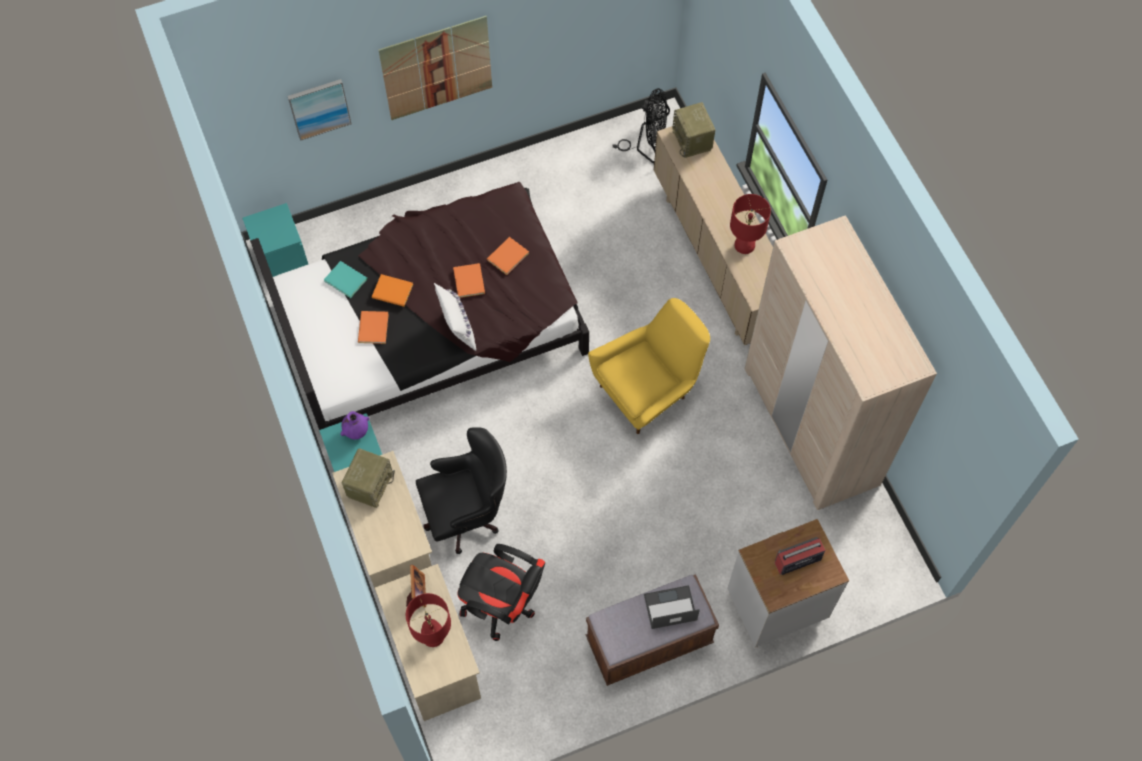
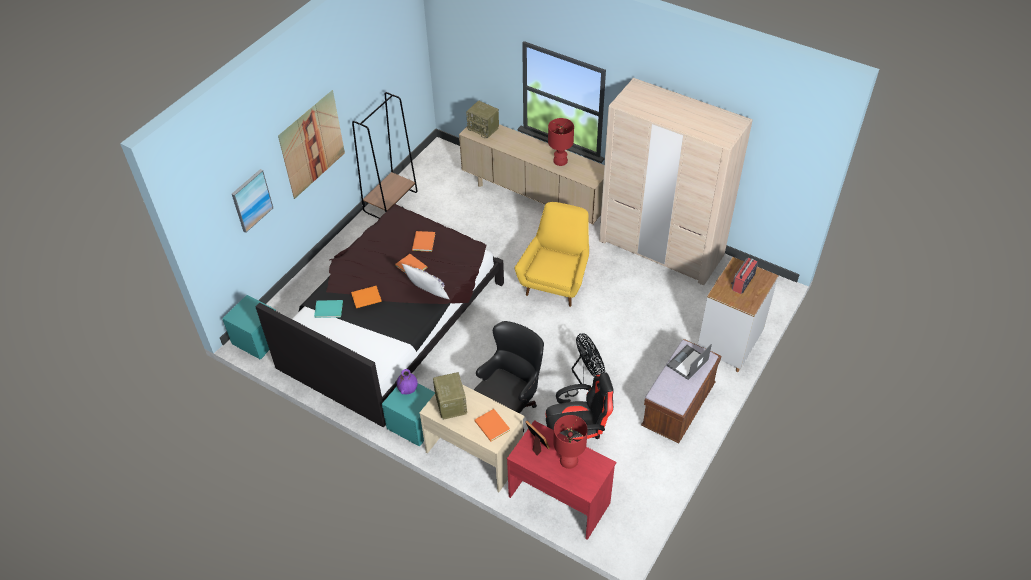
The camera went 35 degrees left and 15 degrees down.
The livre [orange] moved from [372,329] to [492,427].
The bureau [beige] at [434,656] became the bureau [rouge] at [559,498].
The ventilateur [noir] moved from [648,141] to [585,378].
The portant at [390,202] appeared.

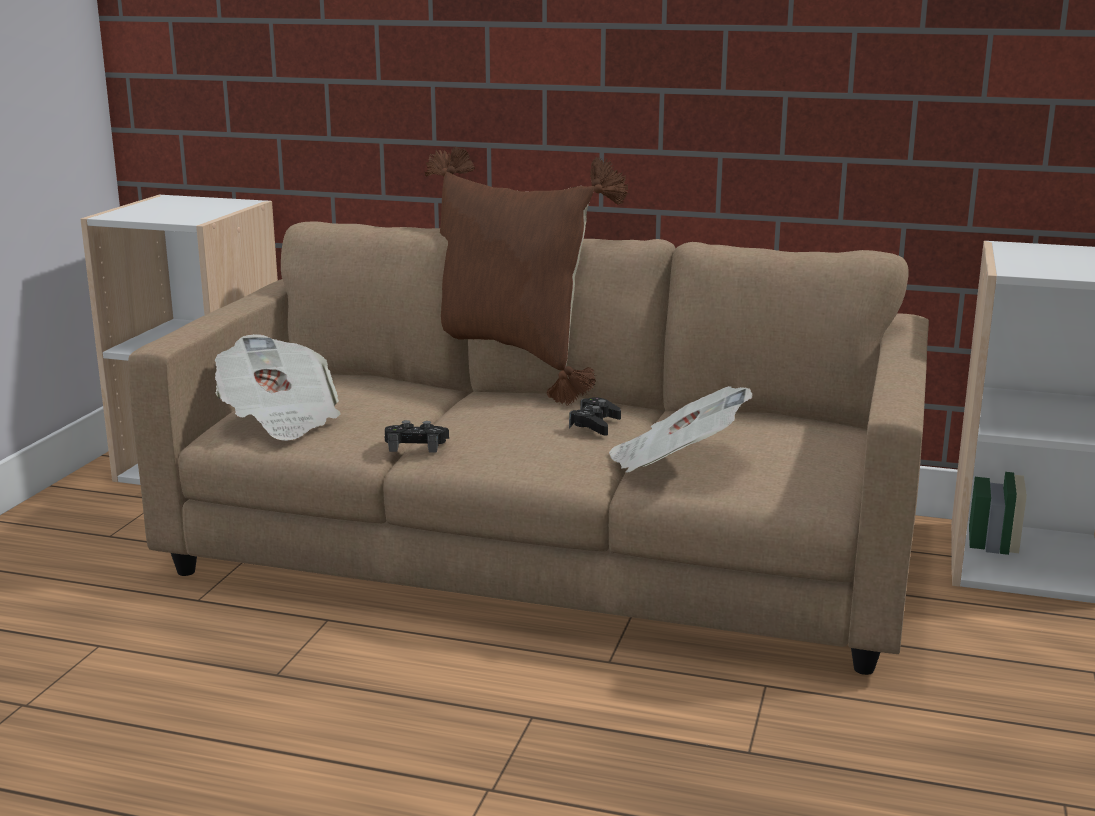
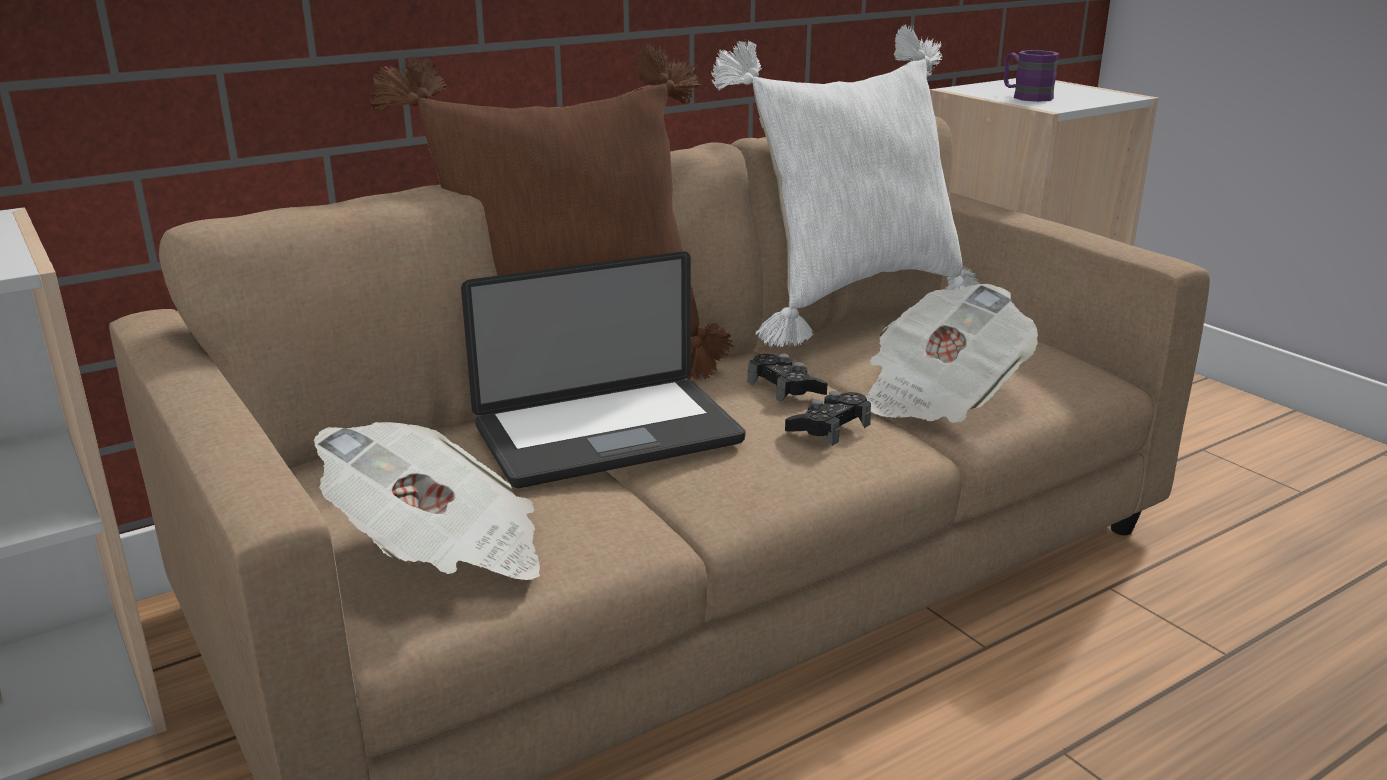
The camera went 50 degrees left and 5 degrees up.
The manette [noir] moved from [416,445] to [829,427].
The ordinateur portable at [608,435] appeared.
The coussin [blanc] at [845,320] appeared.
The mug [violet] at [1025,96] appeared.

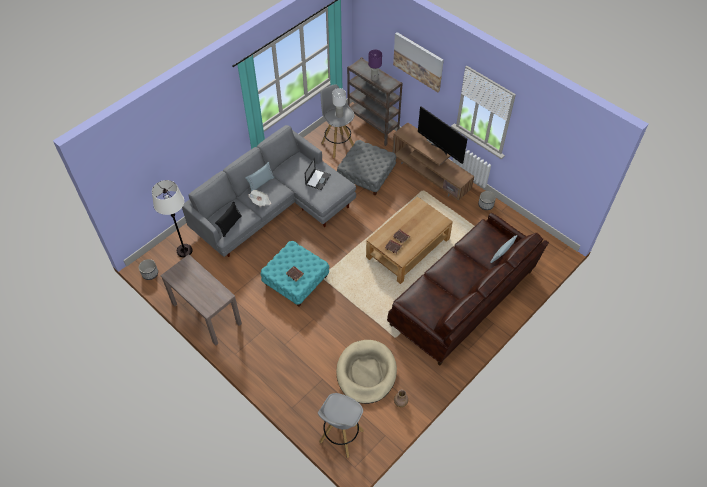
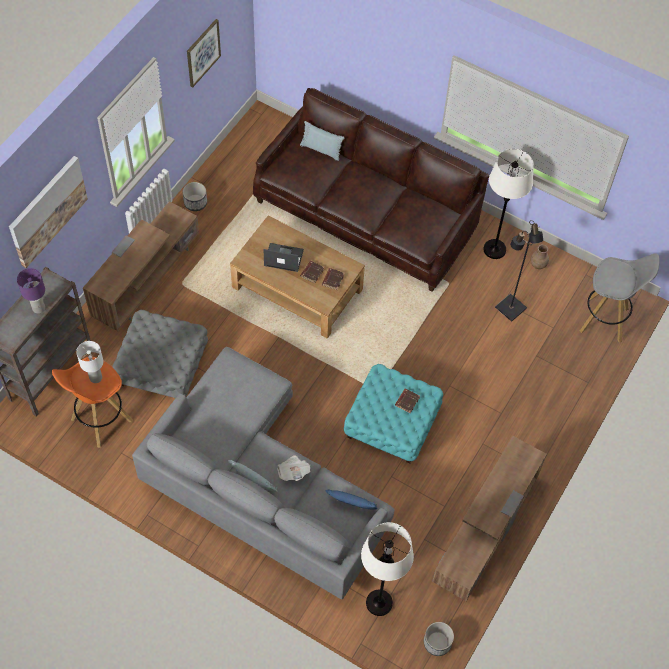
The camera went 105 degrees left and 5 degrees up.
The table console [marron] at [206,313] was replaced by the meuble télé [marron] at [484,532].
The coussin [noir] at [230,225] became the coussin [bleu] at [351,506].
The ordinateur portable moved from [318,179] to [283,257].
The tabouret [gris] at [338,145] became the tabouret [orange] at [100,420].
The panier pour chien [beige] at [366,373] was replaced by the lampadaire [noir] at [510,307].
The téléviseur at [440,149] disappeared.
The tableau at [203,52] appeared.
The lampadaire [blanc] at [495,249] appeared.

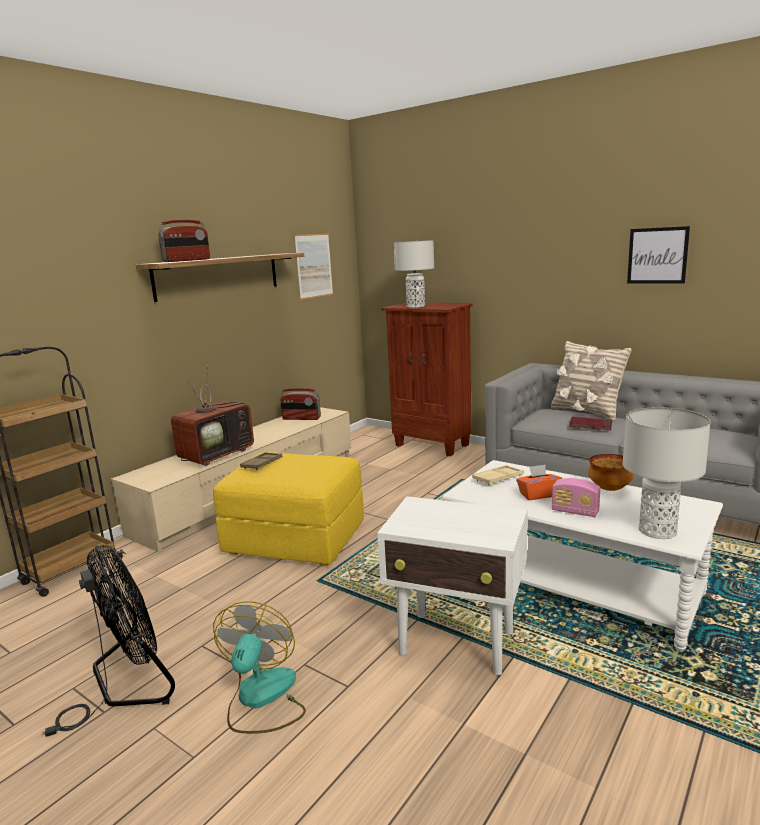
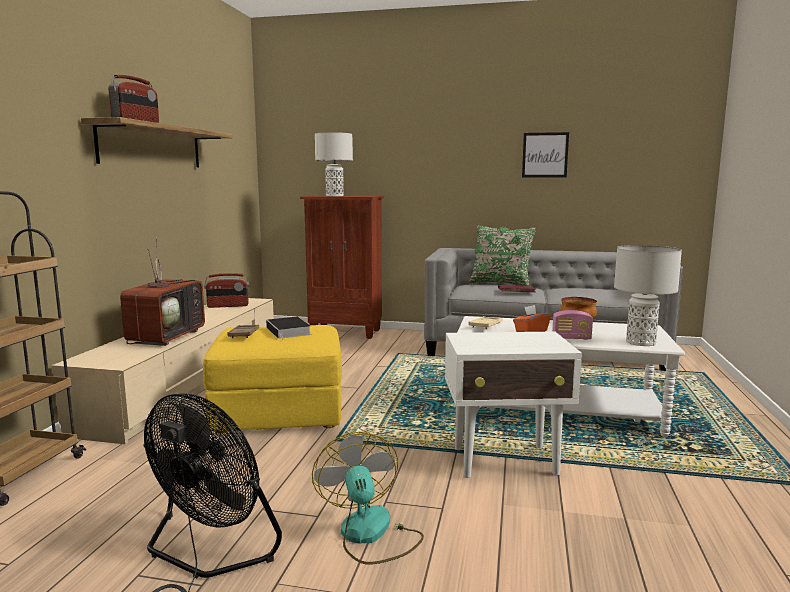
The camera went 25 degrees left and 5 degrees down.
The tableau at [314,266] disappeared.
The coussin [beige] at [586,412] became the coussin [vert] at [500,284].
The livre at [289,331] appeared.

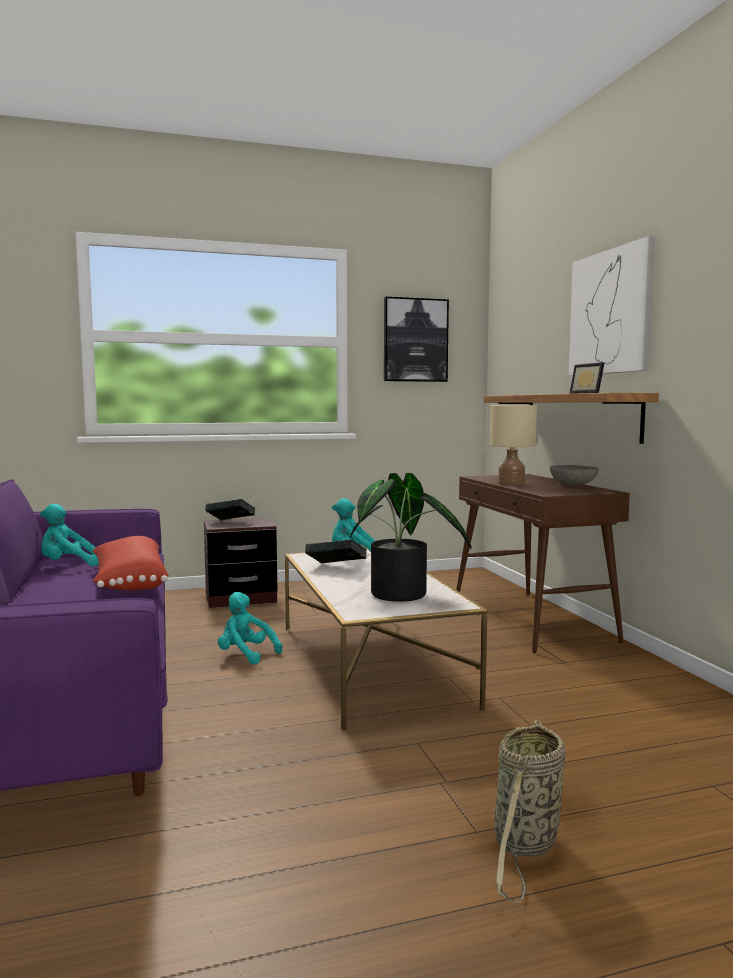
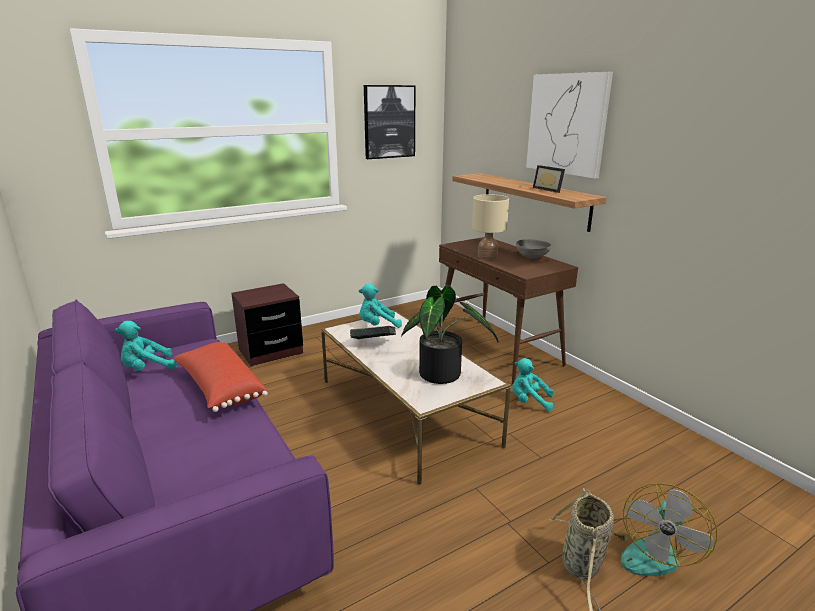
The camera went 15 degrees left and 15 degrees up.
The livre at [231,523] disappeared.
The peluche [turquoise] moved from [245,655] to [529,401].
The ventilateur at [651,550] appeared.

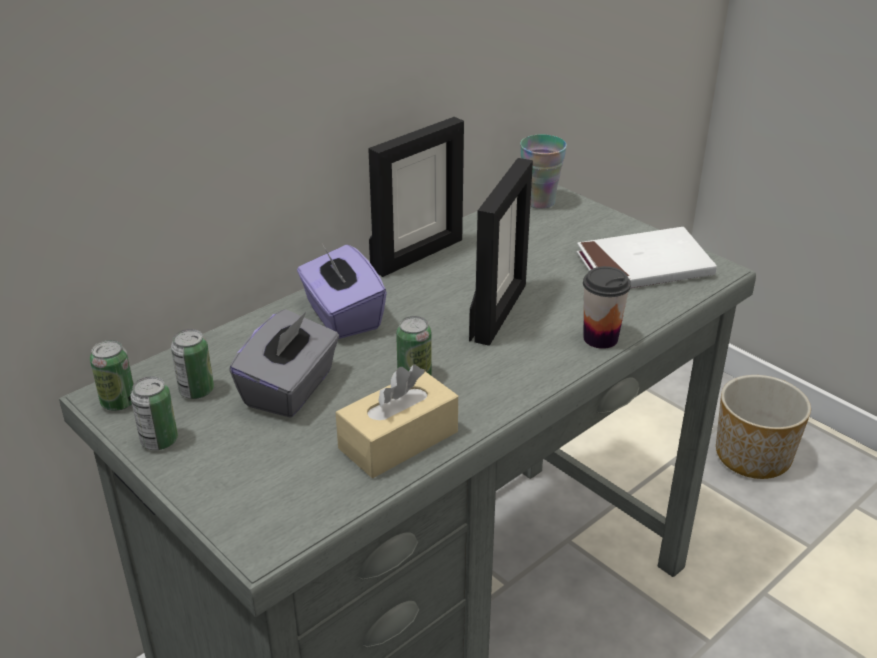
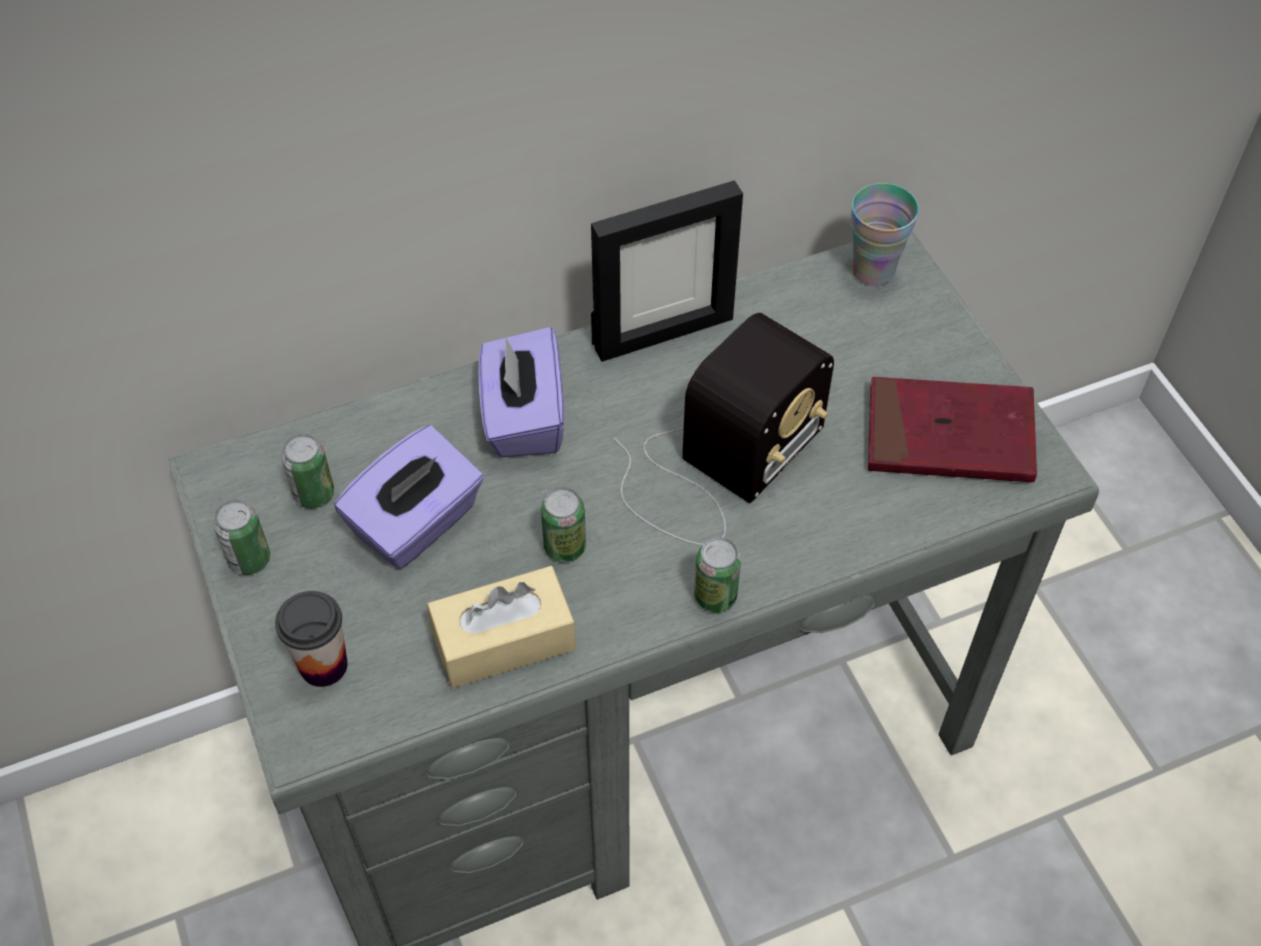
The camera went 20 degrees right and 20 degrees up.
The boîte métallique moved from [118,402] to [715,596].
The boîte à mouchoirs [gris] at [290,389] became the boîte à mouchoirs [violet] at [417,523].
The cadre photo at [498,312] was replaced by the radio at [716,466].
The livre [blanc] at [644,266] became the livre [rouge] at [949,436].
The tasse moved from [600,338] to [323,665].
The cache-pot at [752,455] disappeared.

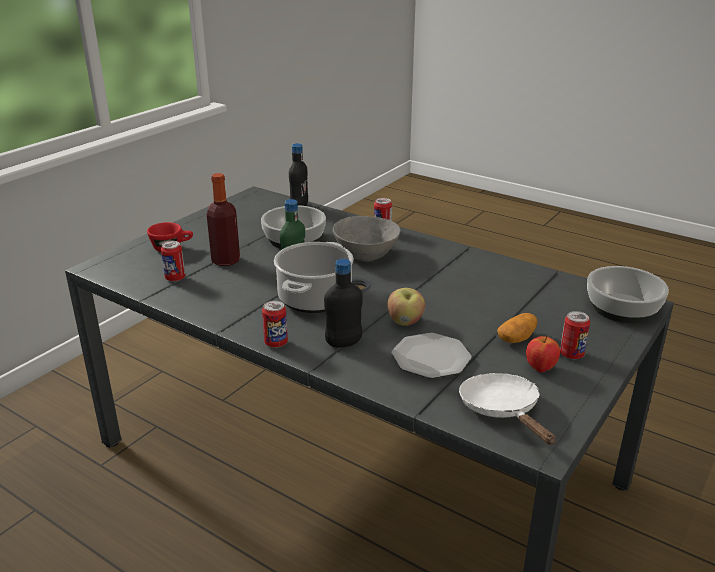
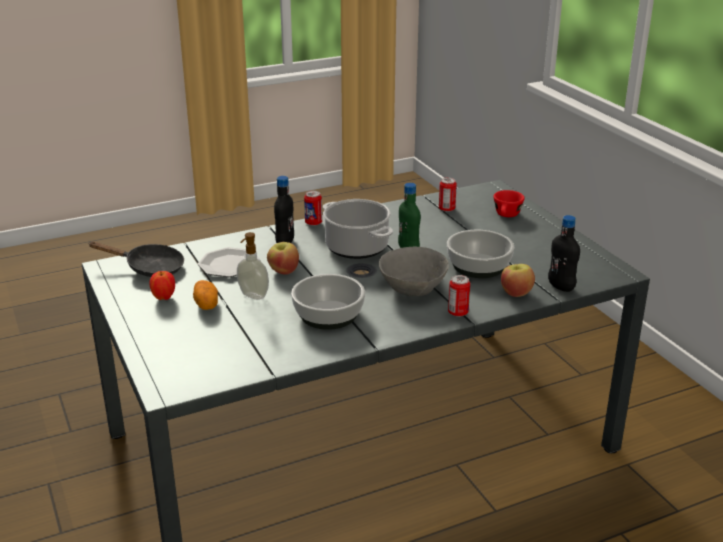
The camera went 120 degrees right and 0 degrees up.
The bouteille at [226,260] disappeared.
The poêle [blanc] at [502,410] became the poêle [noir] at [149,268].
The boîte métallique at [571,354] disappeared.
The bol moved from [622,307] to [329,315].
The distributeur de savon at [253,296] appeared.
The pomme at [516,293] appeared.

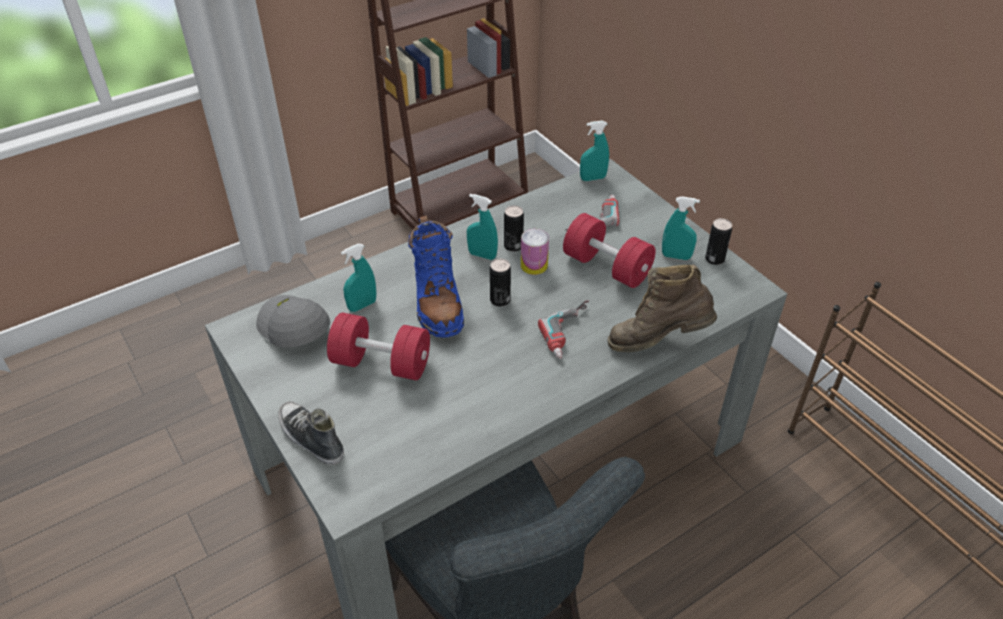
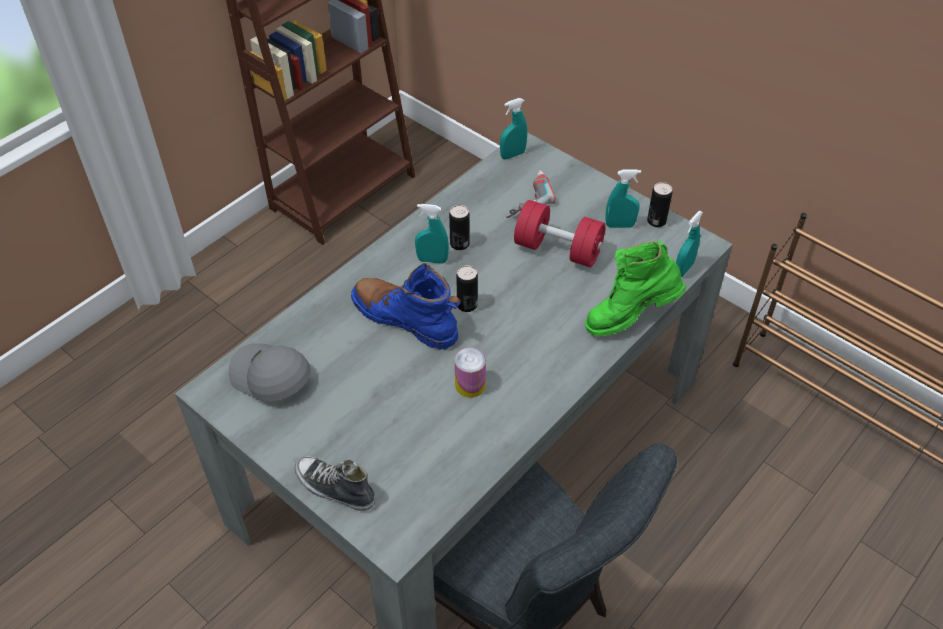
The camera went 15 degrees left and 5 degrees up.
The haltère [rouge] at [381,363] disappeared.
The vaporisateur [turquoise] moved from [362,305] to [683,269].
The botte [bleu] at [437,302] turned 150 degrees clockwise.
The boîte métallique moved from [534,265] to [470,385].
The perceuse at [572,333] disappeared.
The botte [marron] at [657,341] became the botte [vert] at [630,317].

